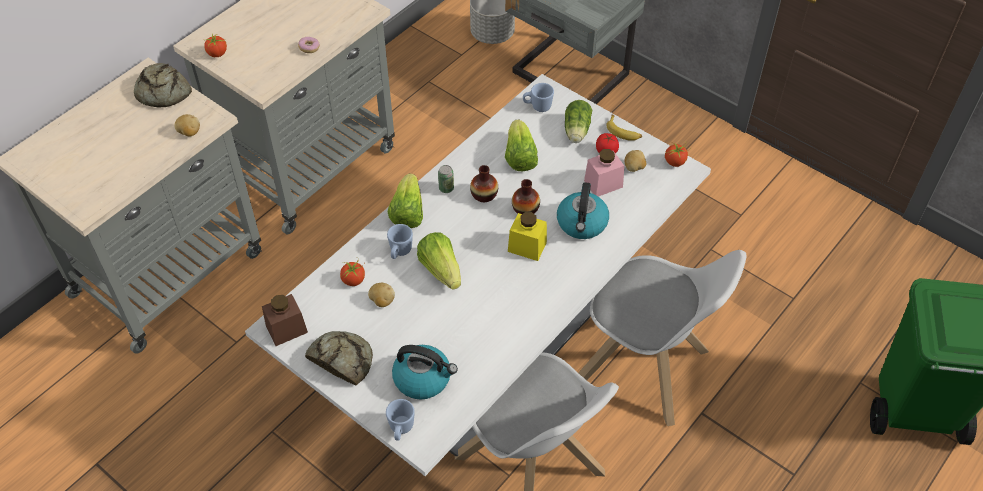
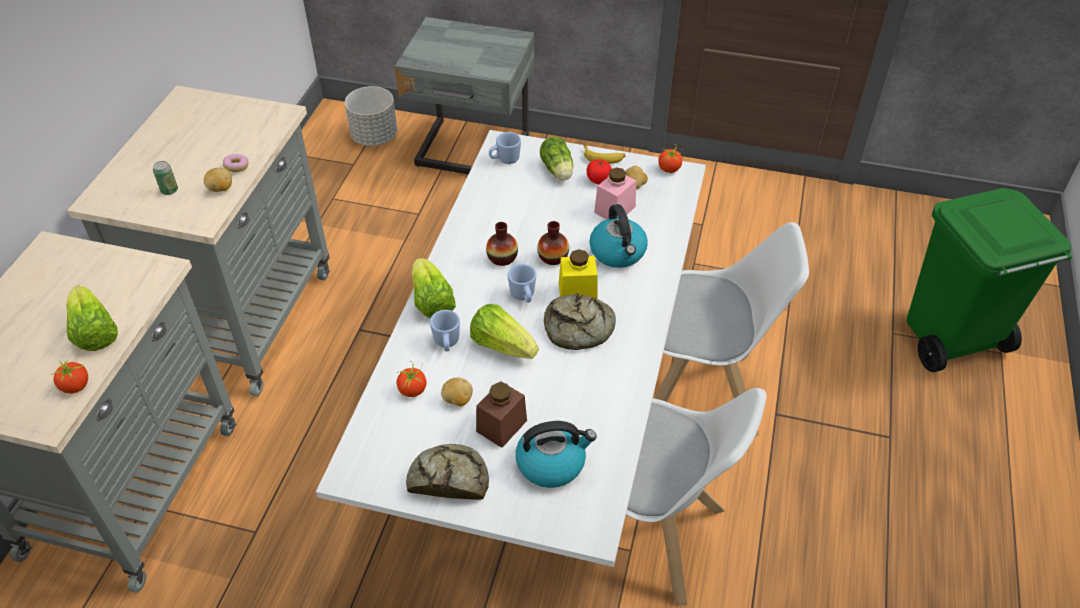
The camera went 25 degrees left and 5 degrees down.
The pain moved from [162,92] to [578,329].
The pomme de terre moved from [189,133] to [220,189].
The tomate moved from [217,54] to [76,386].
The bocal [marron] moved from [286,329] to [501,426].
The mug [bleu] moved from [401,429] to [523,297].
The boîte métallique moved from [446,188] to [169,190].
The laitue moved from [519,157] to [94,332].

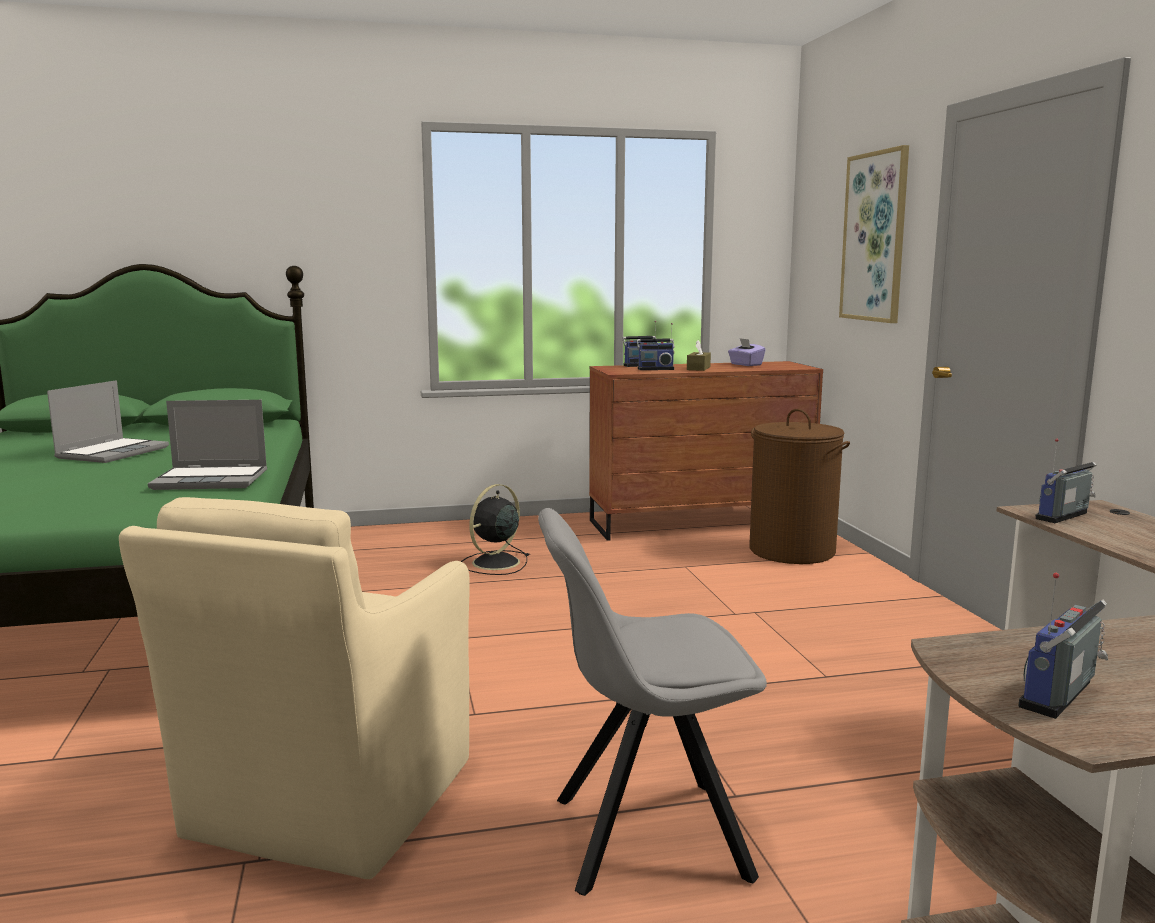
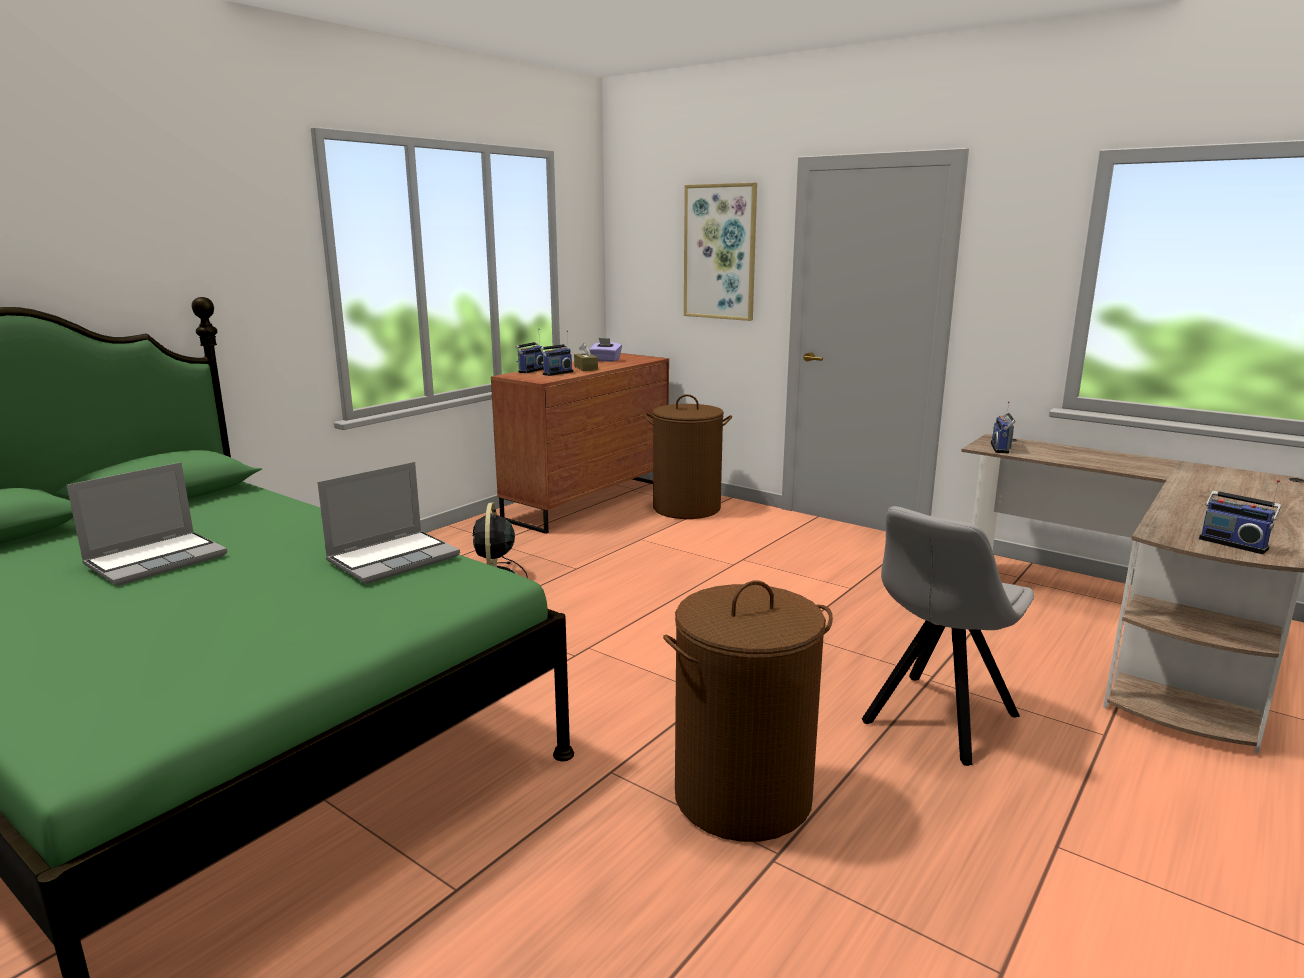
The camera went 40 degrees left and 5 degrees up.
The ordinateur portable at [113,452] turned 60 degrees clockwise.
The fauteuil [beige] at [326,803] was replaced by the panier à linge [marron] at [742,797].
The radio at [1062,696] turned 45 degrees counterclockwise.

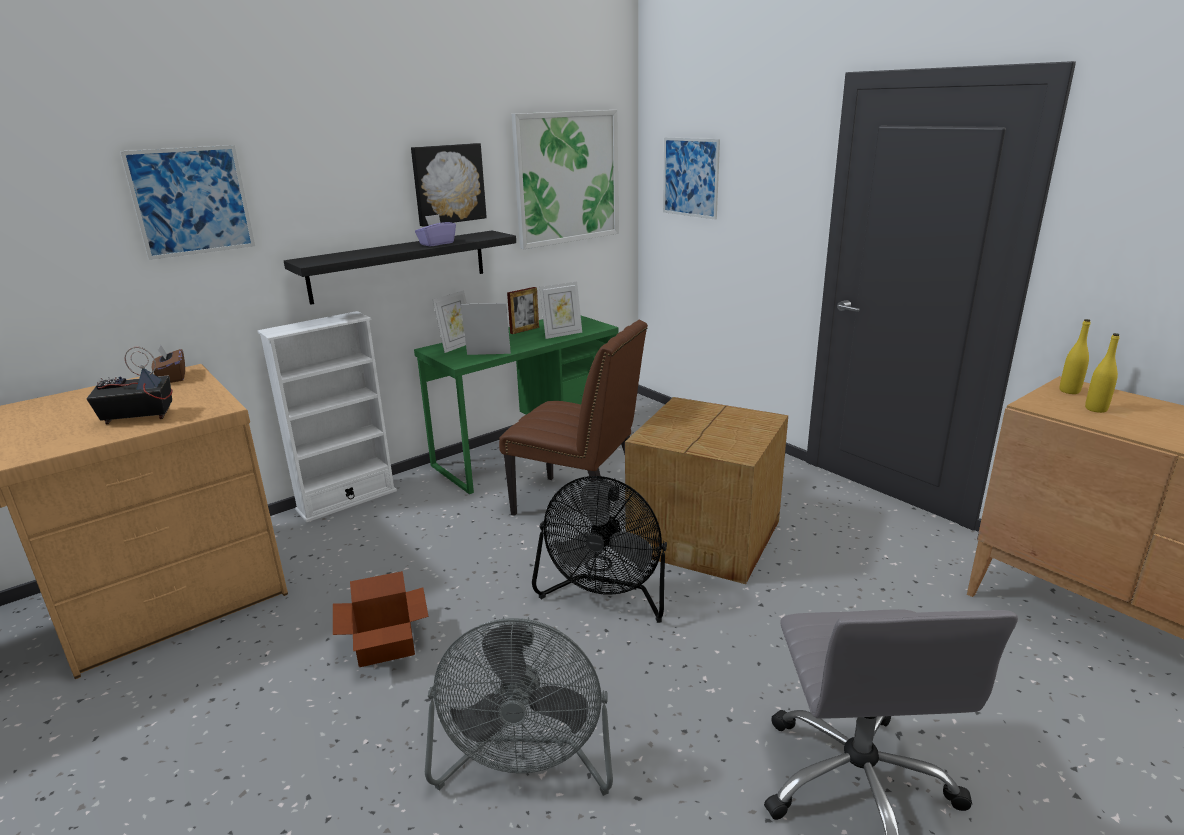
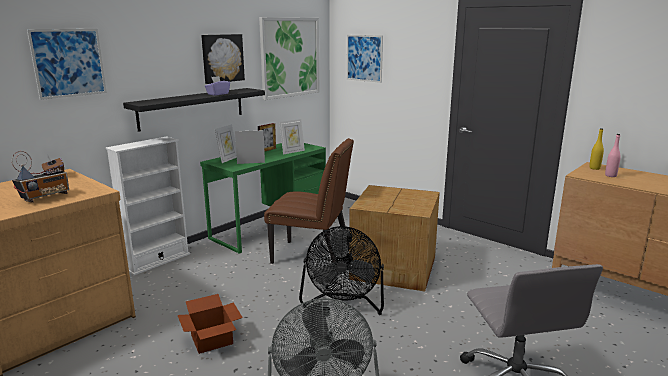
The camera went 10 degrees left and 5 degrees down.
The radio at [138,417] turned 150 degrees clockwise.
The bouteille [jaune] at [1096,409] became the bouteille [rose] at [610,175].

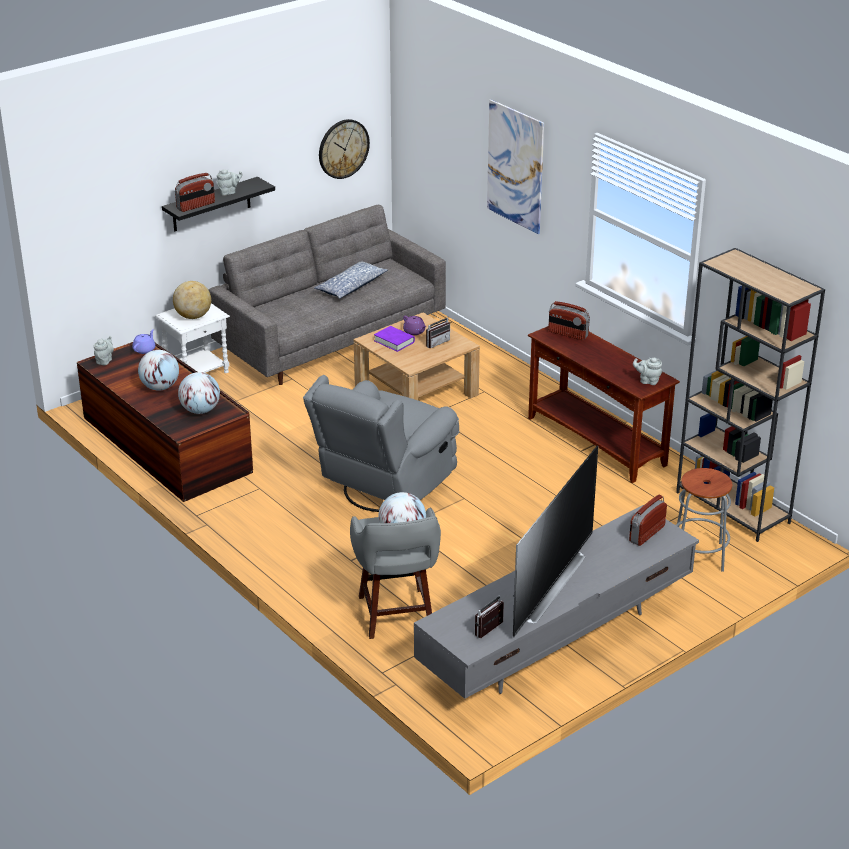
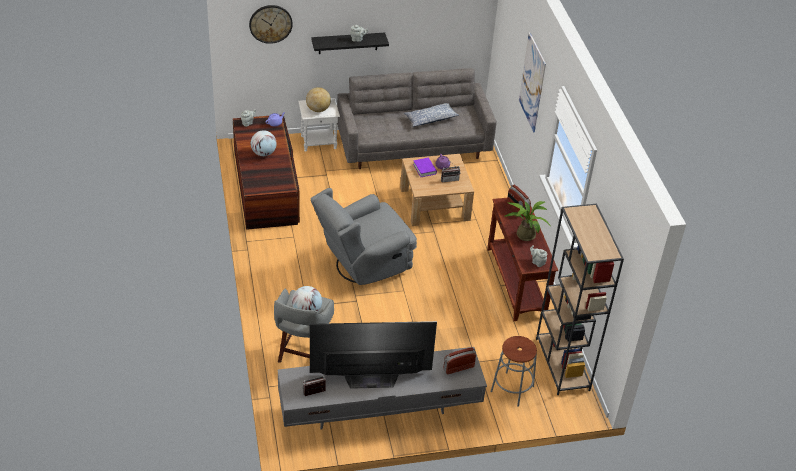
The camera went 25 degrees right and 10 degrees up.
The radio at [196,206] disappeared.
The globe at [200,410] disappeared.
The horloge murale moved from [343,148] to [270,23].
The téléviseur at [546,584] turned 150 degrees counterclockwise.
The plante en pot at [524,234] appeared.

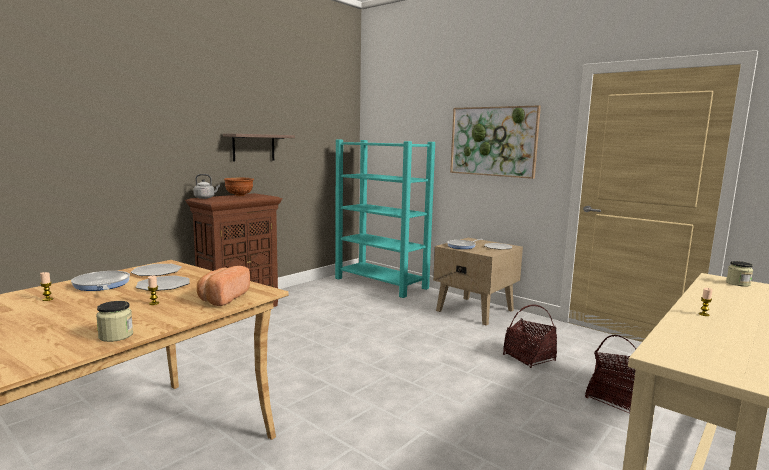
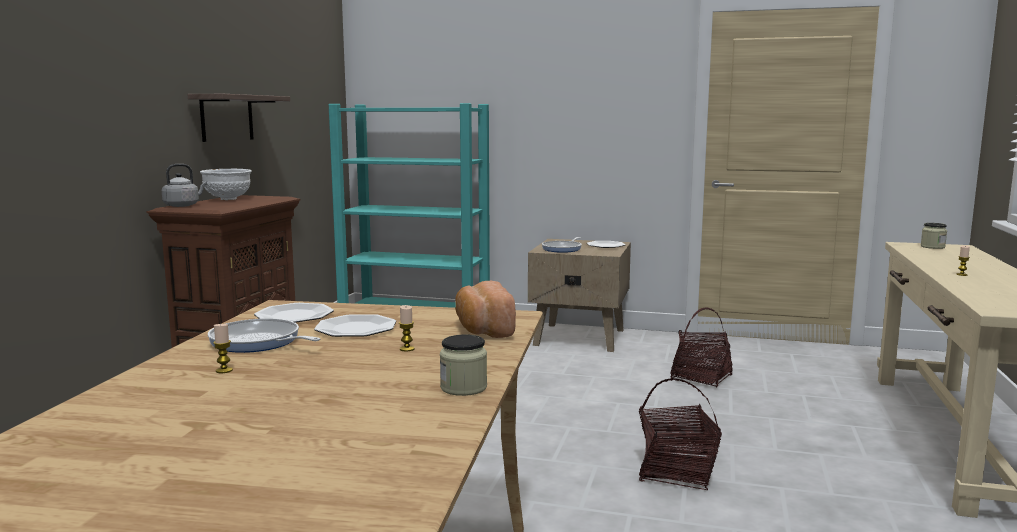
The camera went 25 degrees left and 0 degrees up.
The bol [marron] at [239,195] became the bol [blanc] at [228,199].
The tableau at [493,141] disappeared.
The panier moved from [614,397] to [676,472].

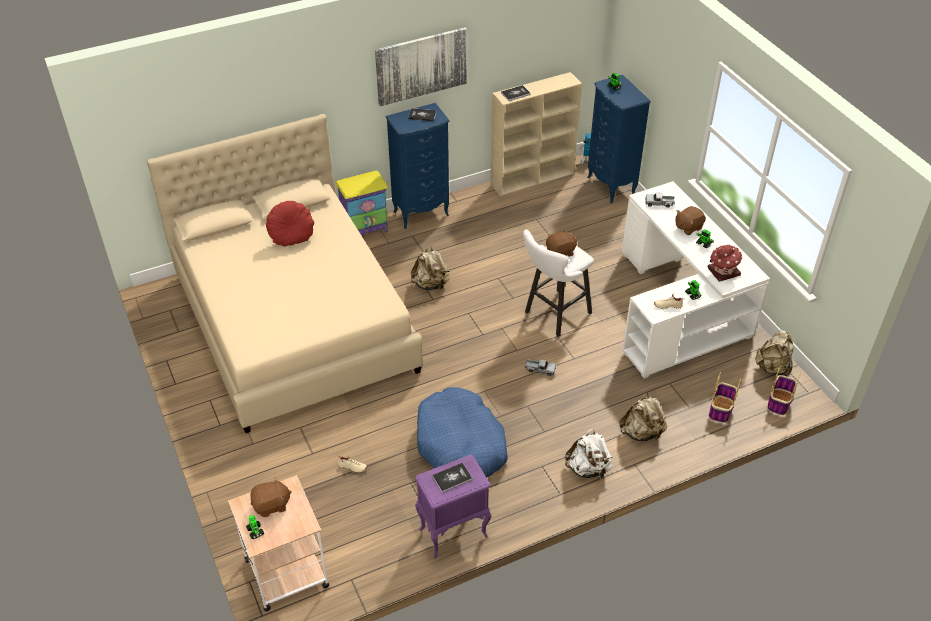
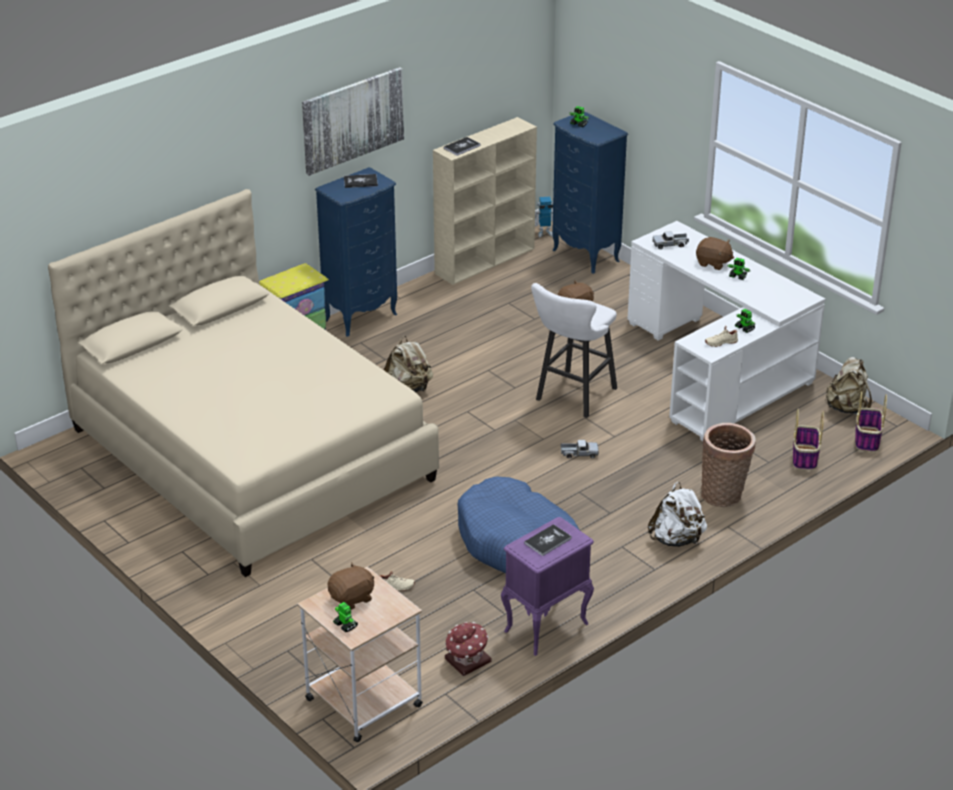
The camera went 15 degrees left and 10 degrees down.
The coussin [rouge] at [292,239] disappeared.
The sac à dos [beige] at [642,432] was replaced by the panier at [724,495].
The peluche [marron] at [688,227] turned 105 degrees counterclockwise.
The maison miniature moved from [723,272] to [467,661].

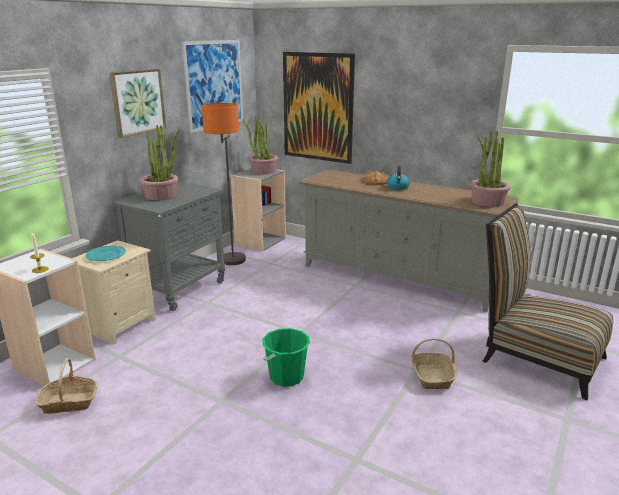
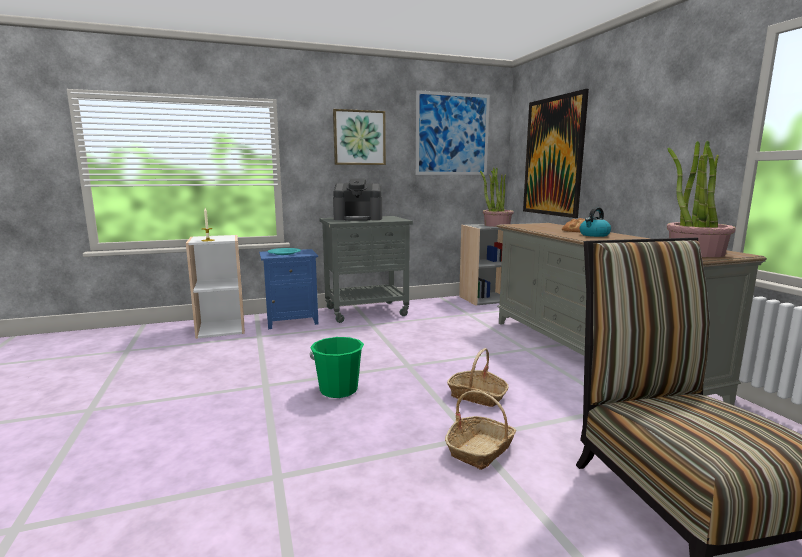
The camera went 40 degrees right and 10 degrees down.
The panier moved from [69,402] to [477,396].
The table de chevet [beige] at [120,326] became the table de chevet [bleu] at [291,321].
The plante en pot at [161,195] was replaced by the machine à café at [358,218].
The lampadaire [orange] at [231,263] disappeared.

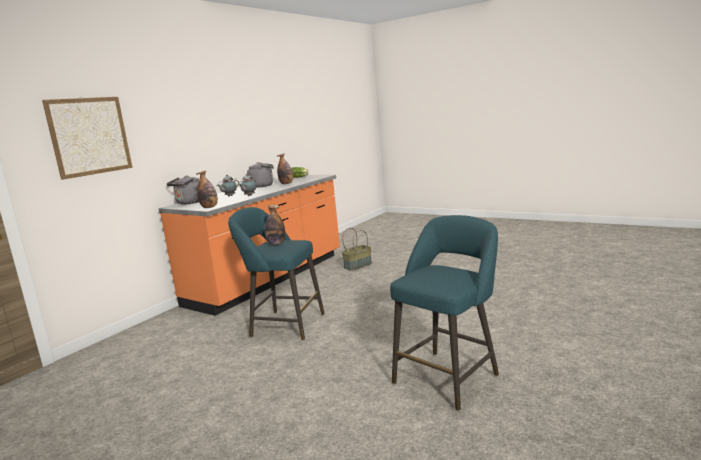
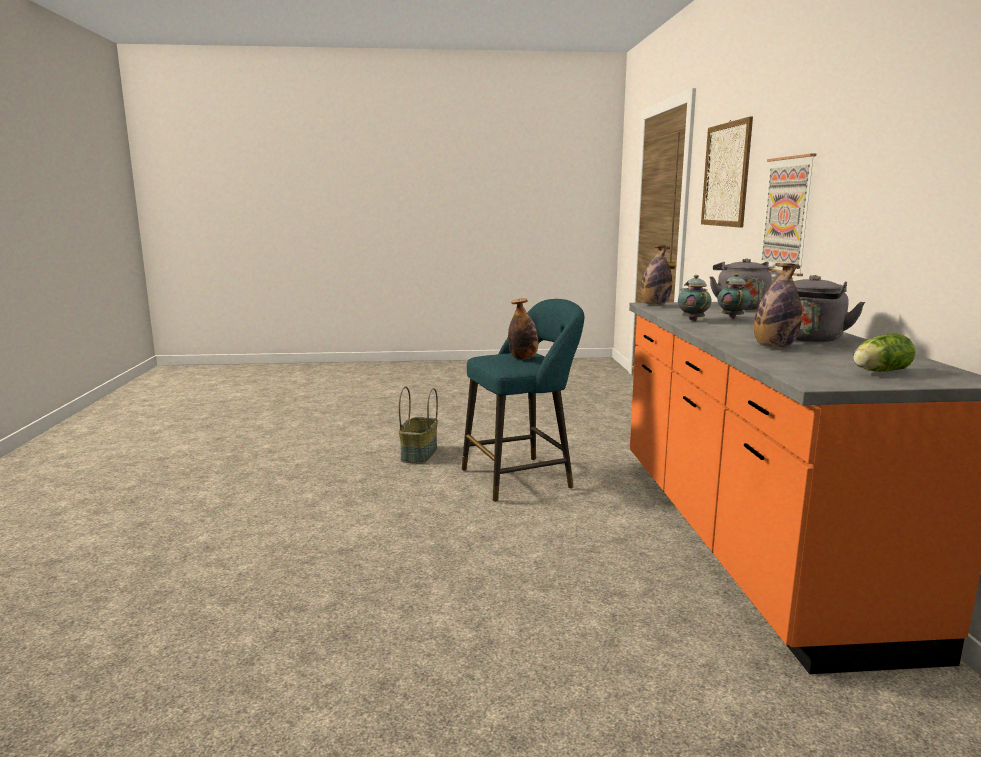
The camera went 140 degrees right and 0 degrees up.
The panier moved from [358,265] to [420,454].
The tabouret [turquoise] at [449,376] disappeared.
The tableau at [787,215] appeared.

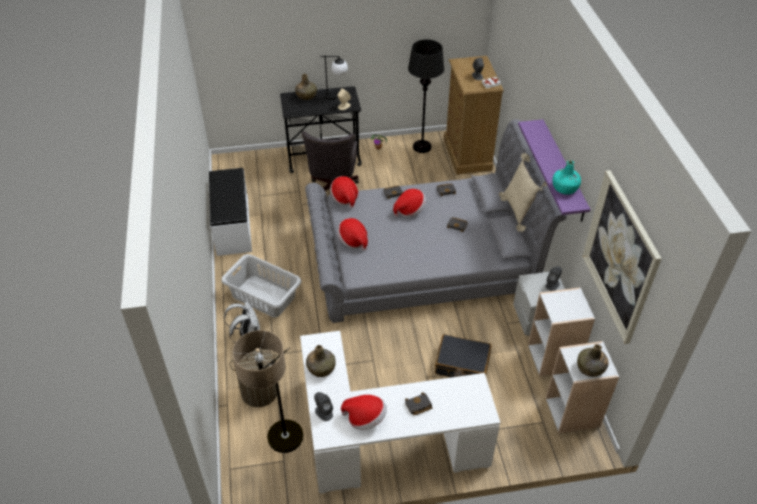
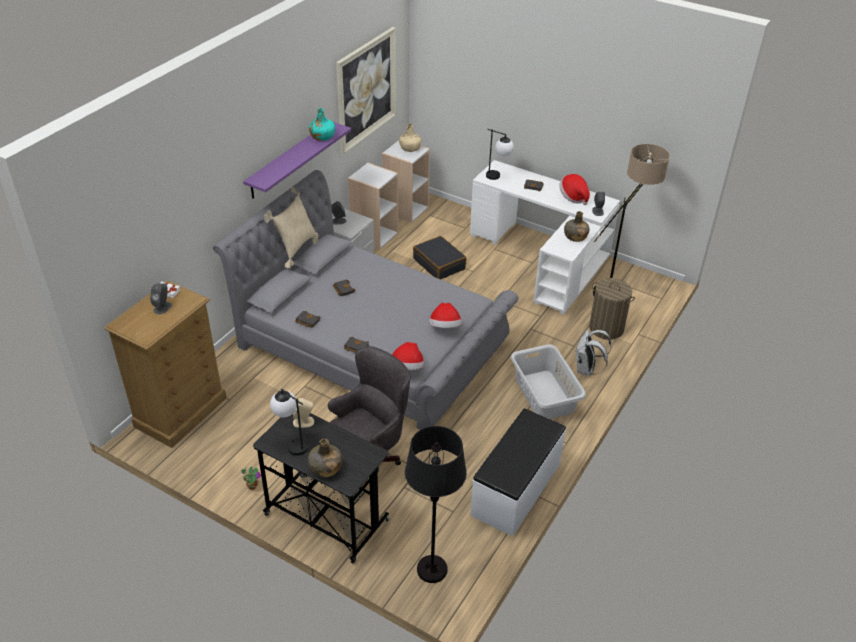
The camera went 140 degrees left and 5 degrees down.
The chapeau at [409,210] disappeared.
The lampadaire [noir] moved from [422,147] to [431,570].
The bouteille [vert] at [590,368] became the bouteille [beige] at [410,148].
The lampe de table at [498,177] appeared.

